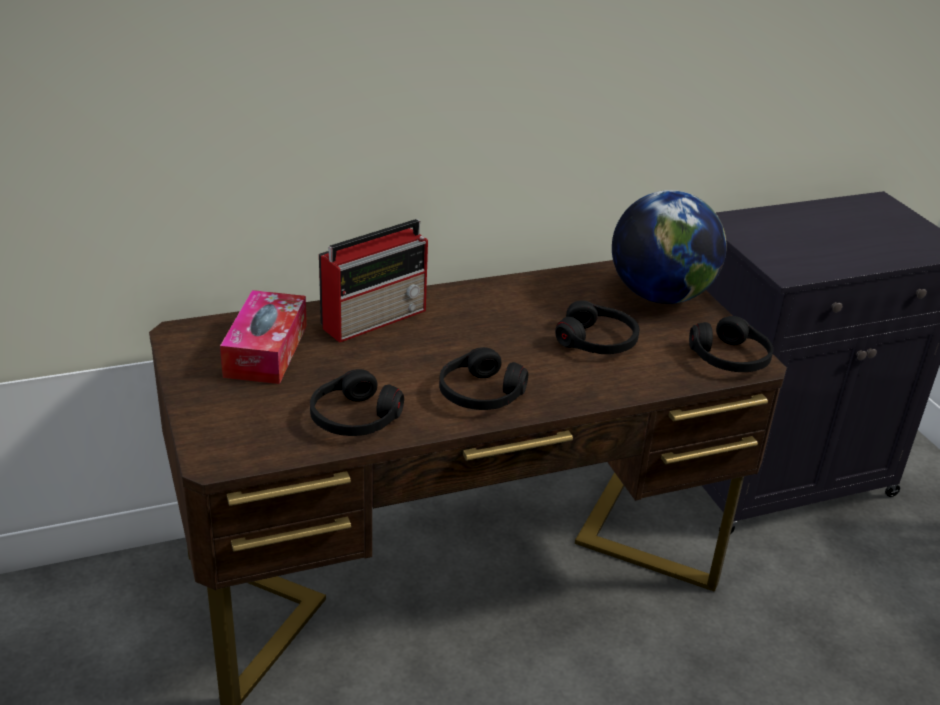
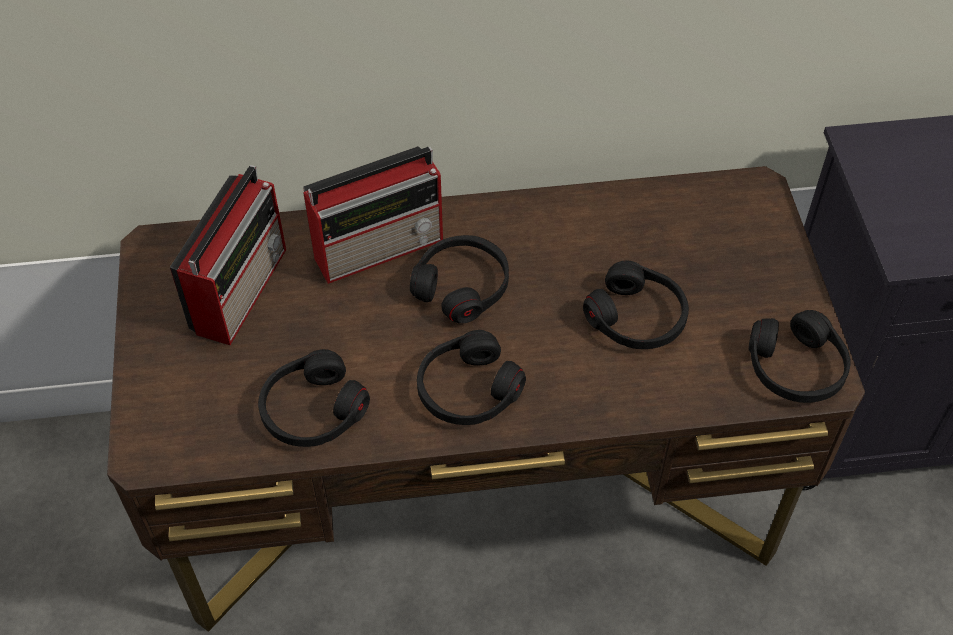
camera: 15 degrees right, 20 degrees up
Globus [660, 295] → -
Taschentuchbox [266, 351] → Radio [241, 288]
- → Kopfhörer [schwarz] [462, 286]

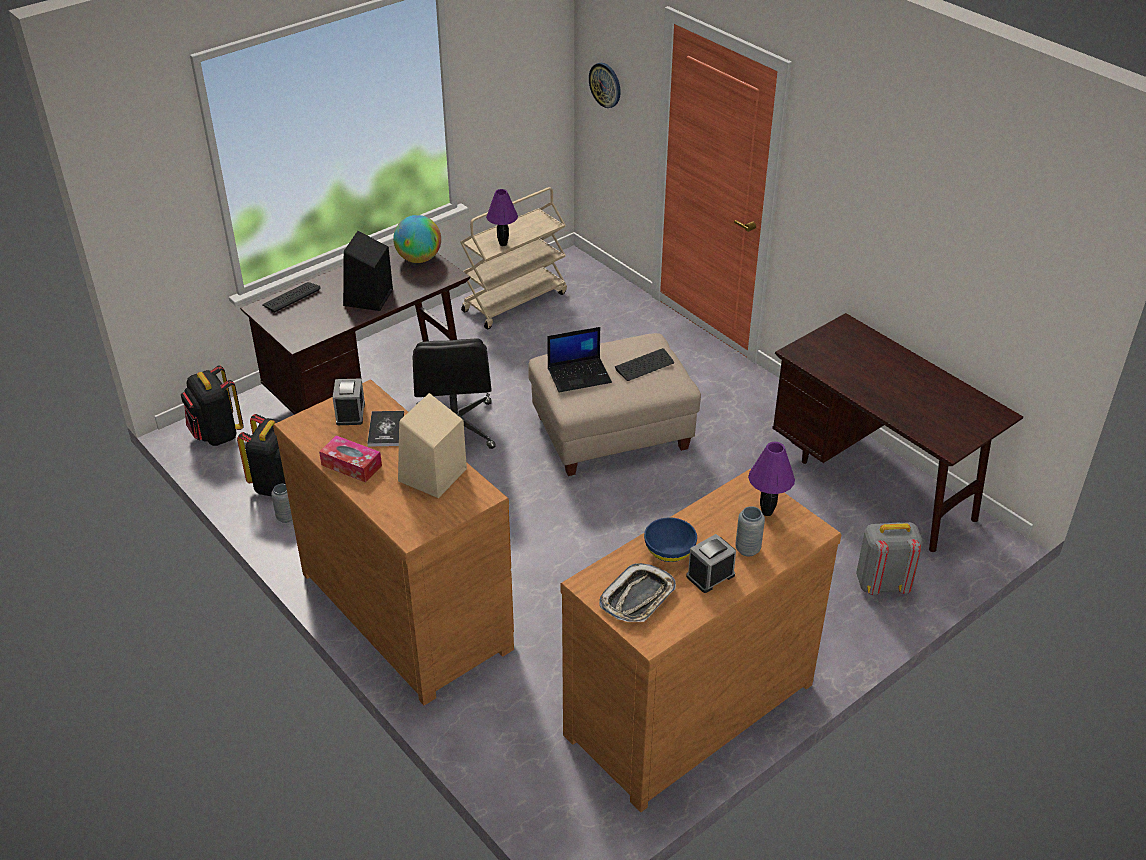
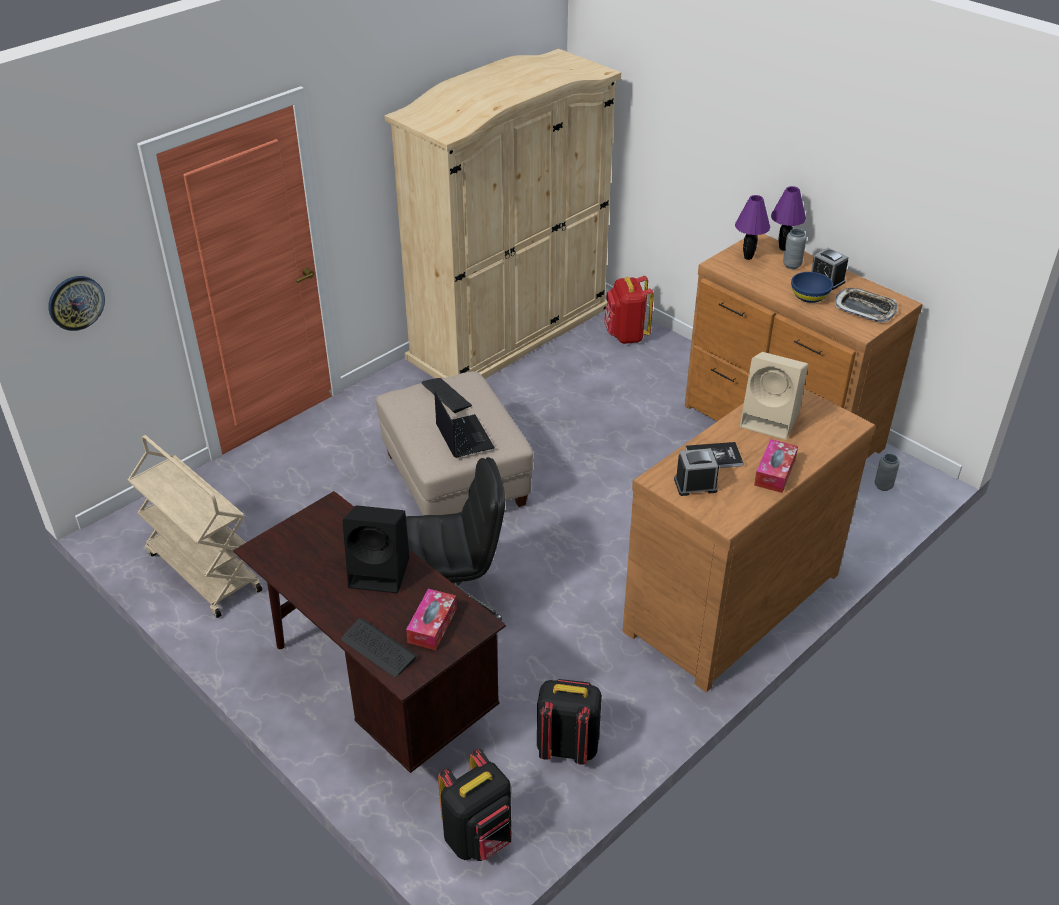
camera: 95 degrees left, 0 degrees up
Tischlampe [lila] [503, 244] → Tischlampe [lila] [783, 248], move
Globus [419, 259] → -
Schreibtisch [braun] [876, 482] → Kleiderschrank [beige] [509, 332]
Vase [grau] [286, 517] → Vase [grau] [883, 486], move
Rucksack [grau] [882, 584] → Rucksack [rot] [626, 335]
- → Taschentuchbox [432, 625]

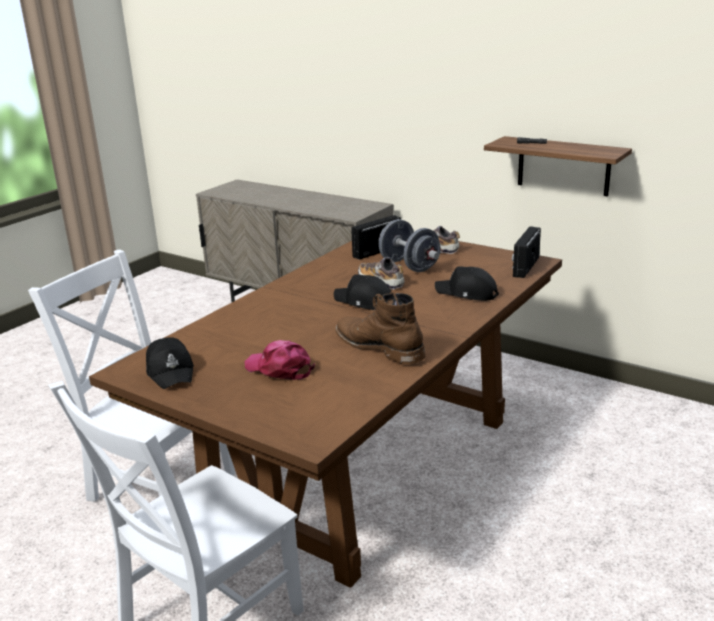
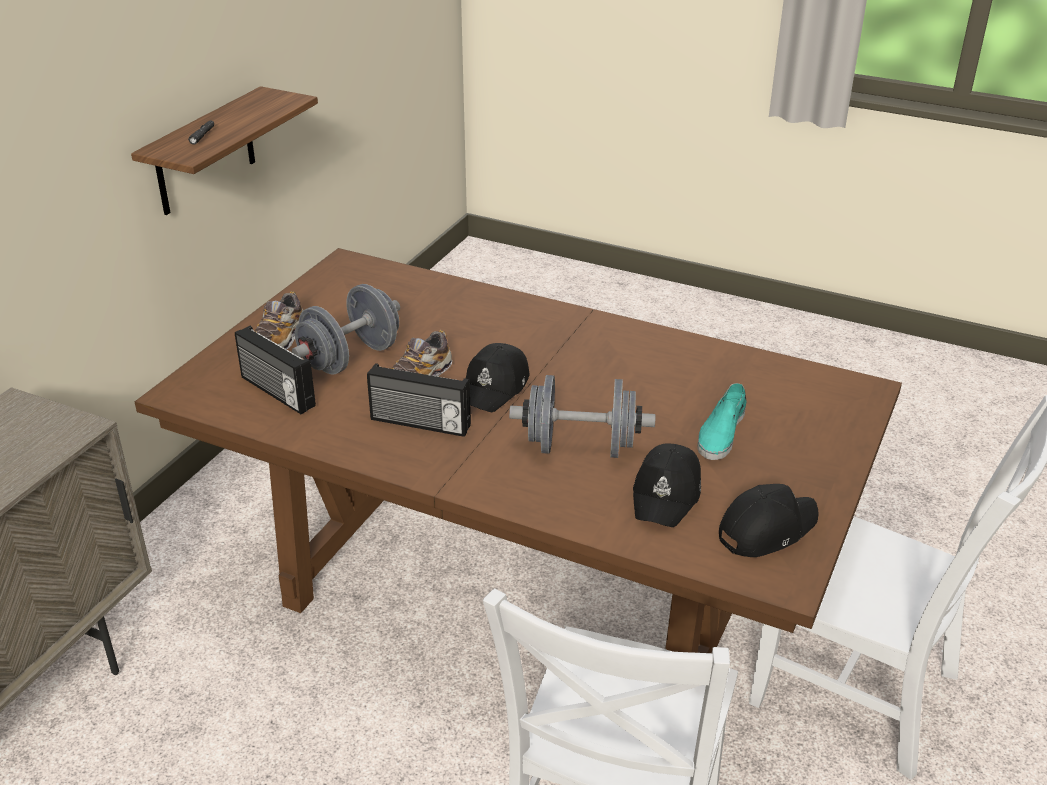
camera: 100 degrees left, 10 degrees up
Radio [524, 267] → Radio [419, 424], move
Kappe [schwarz] [466, 293] → Kappe [schwarz] [667, 494], move
Stiefel [braun] [379, 346] → -
Kappe [rosa] [279, 369] → Schuh [türkis] [721, 433]
- → Hantel [grau] [580, 447]

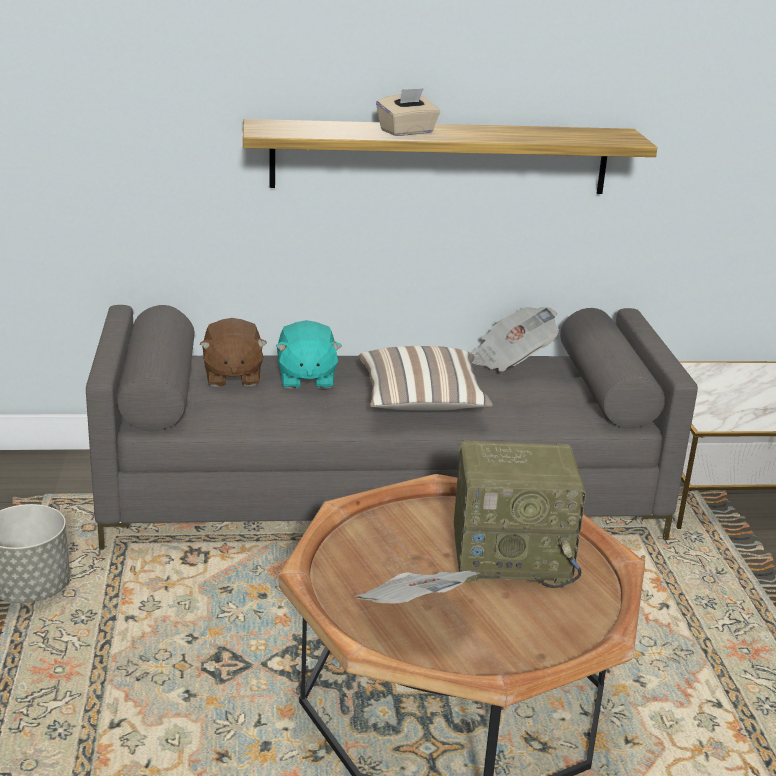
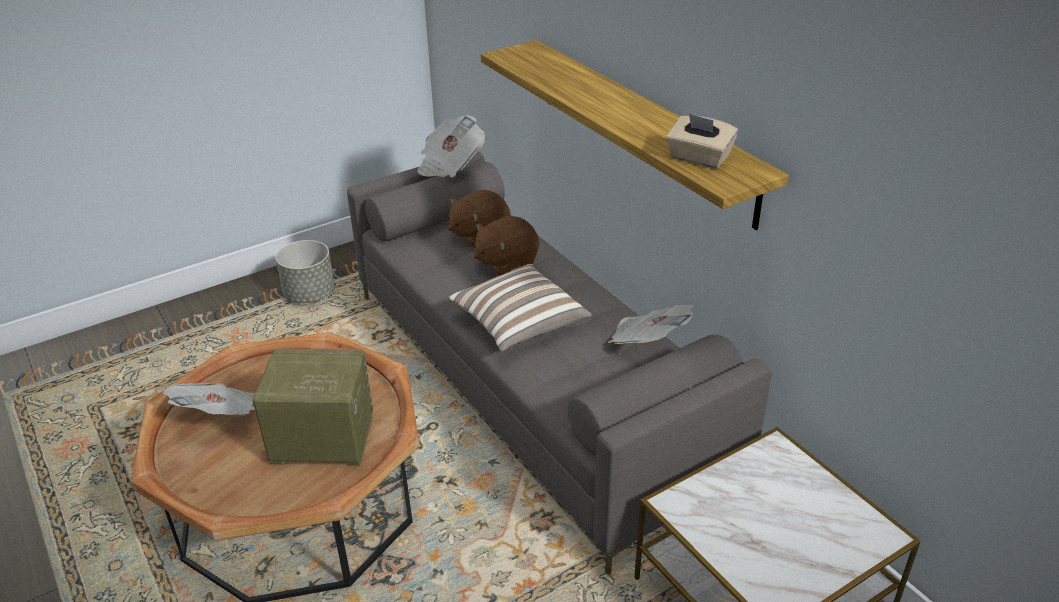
camera: 65 degrees right, 10 degrees up
Taschentuchbox [beige] [407, 132] → Taschentuchbox [beige] [699, 158], move
Plüschtier [türkis] [306, 379] → Plüschtier [braun] [506, 262]
Radio [513, 556] → Radio [320, 441], 120 degrees clockwise
- → Zeitung [450, 164]

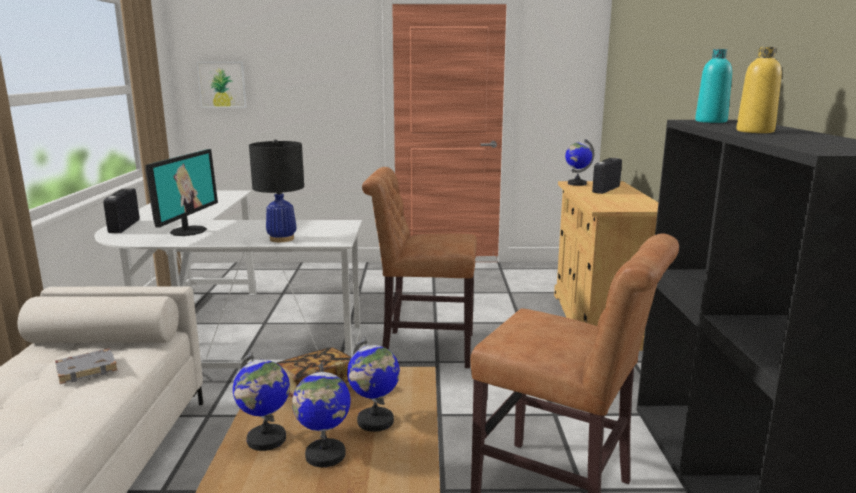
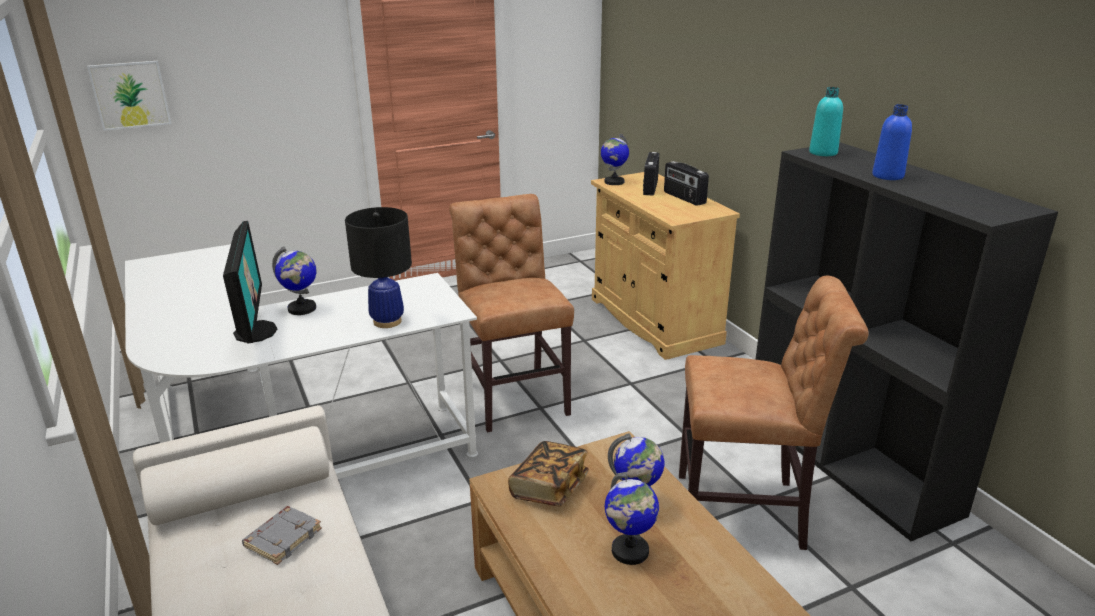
camera: 25 degrees left, 10 degrees up
Flasche [gelb] [755, 131] → Flasche [blau] [887, 176]
Stuhl [braun] [422, 348] → Stuhl [braun] [513, 395], 90 degrees clockwise
Radio [123, 226] → Radio [684, 198], move
Globus [266, 439] → Globus [302, 309], move

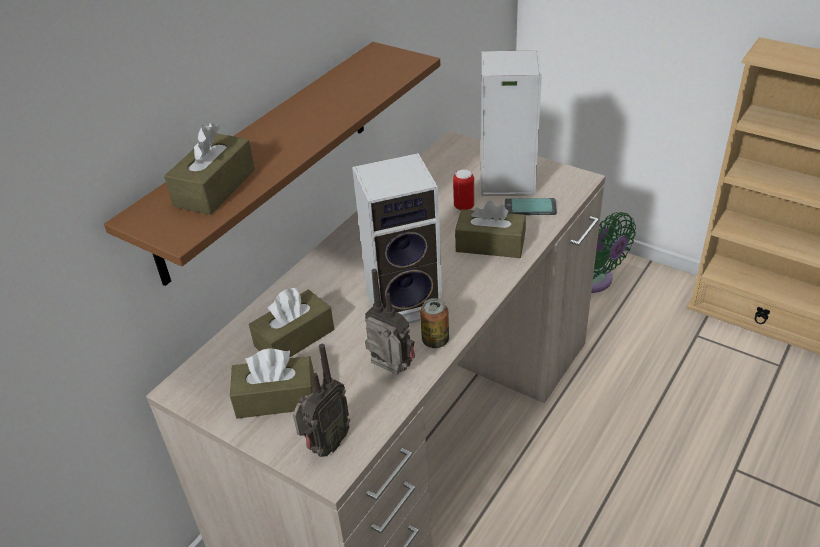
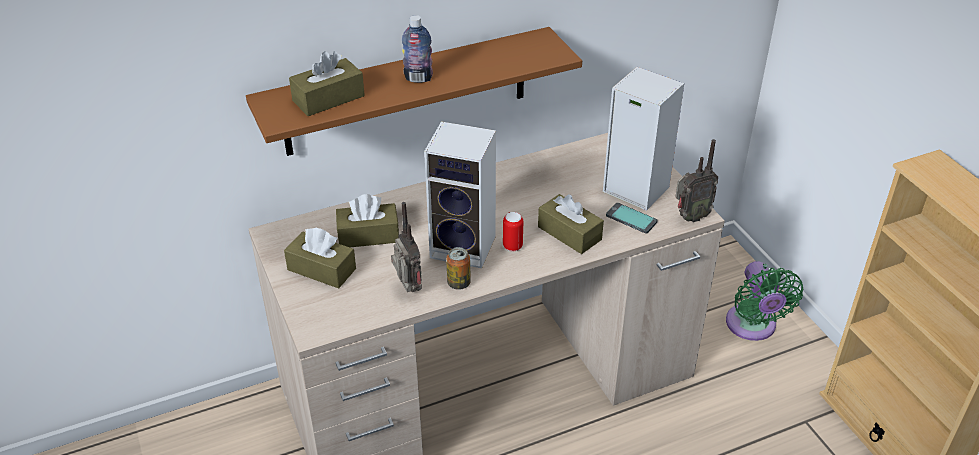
camera: 30 degrees right, 0 degrees up
Dose [464, 207] → Dose [512, 246], move
Radio [325, 446] → Radio [690, 217], move
- → Flasche [418, 78]

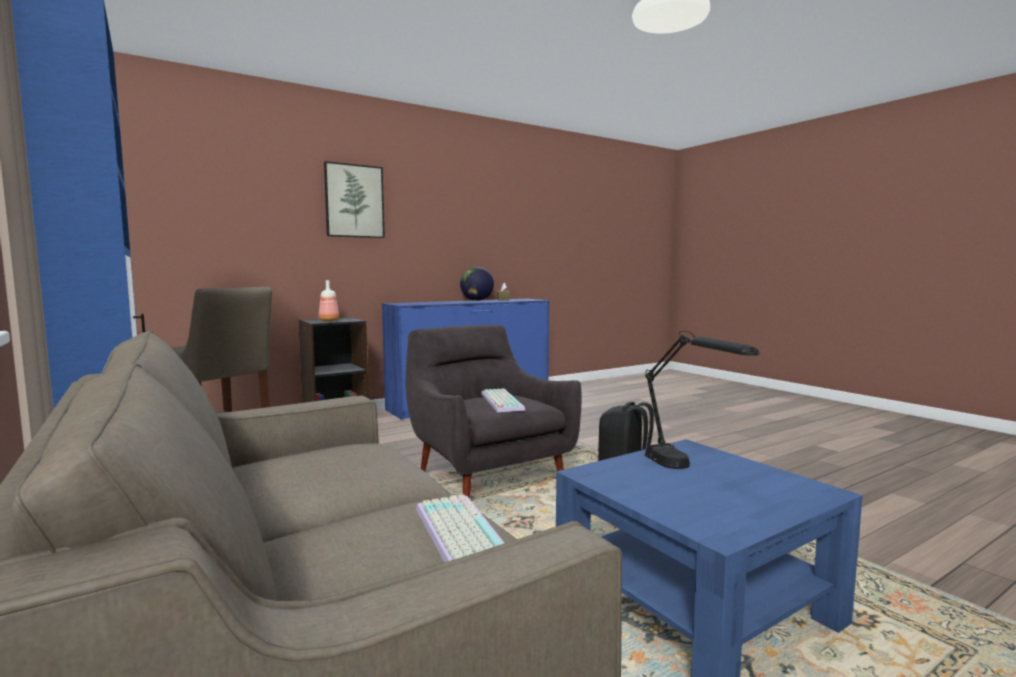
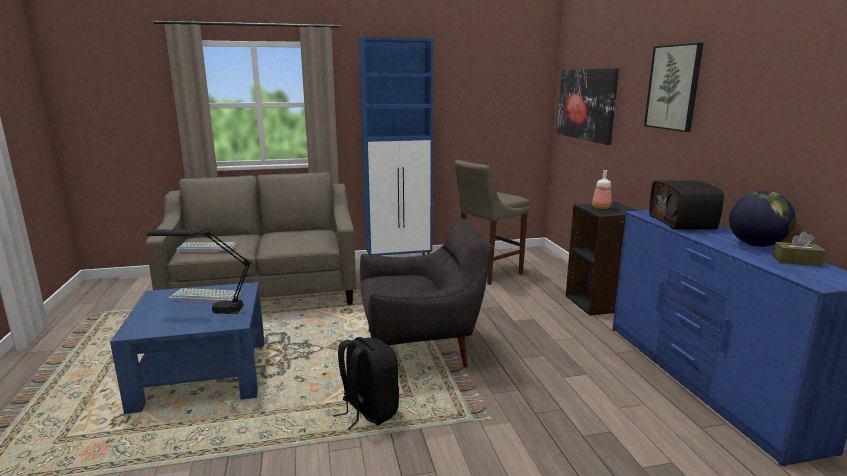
camera: 110 degrees right, 10 degrees up
Tastatur [500, 401] → Tastatur [207, 296], move
- → Bild [586, 104]
- → Radio [683, 222]

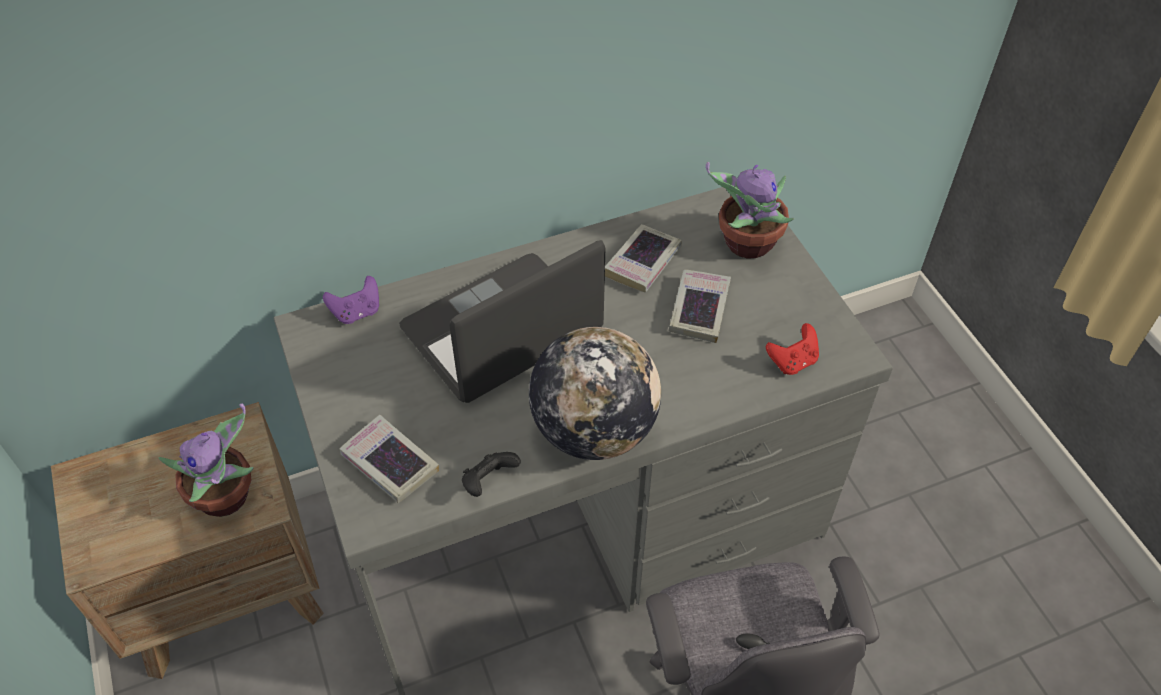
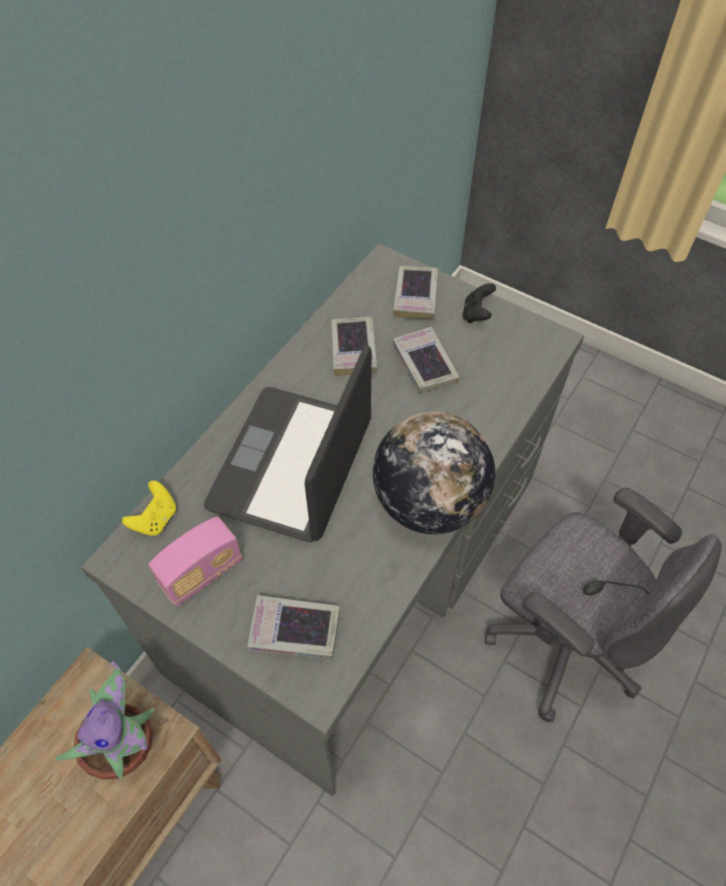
camera: 35 degrees left, 5 degrees up
Topfpflanze [746, 244] → Buch [416, 296]
Gamepad [lila] [357, 312] → Gamepad [gelb] [155, 519]
Gamepad [rot] [792, 361] → -
Gamepad [schwarz] [489, 482] → Gamepad [schwarz] [476, 314], move
- → Radio [202, 573]

